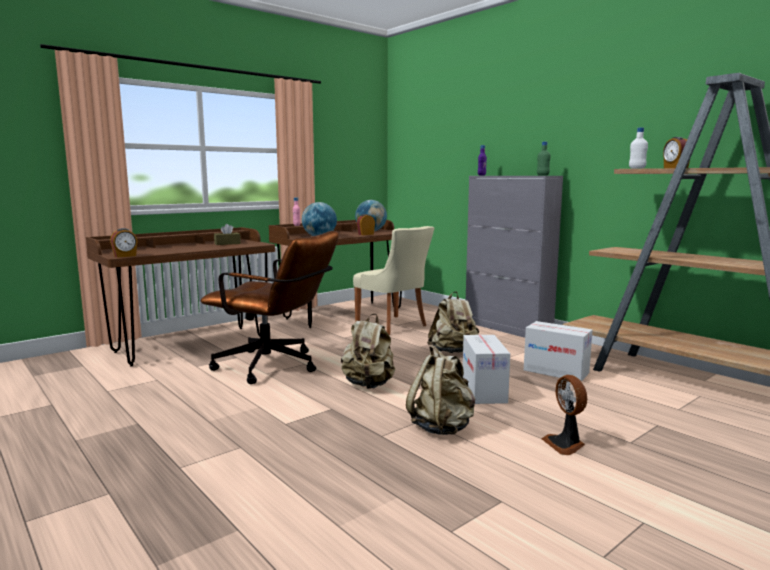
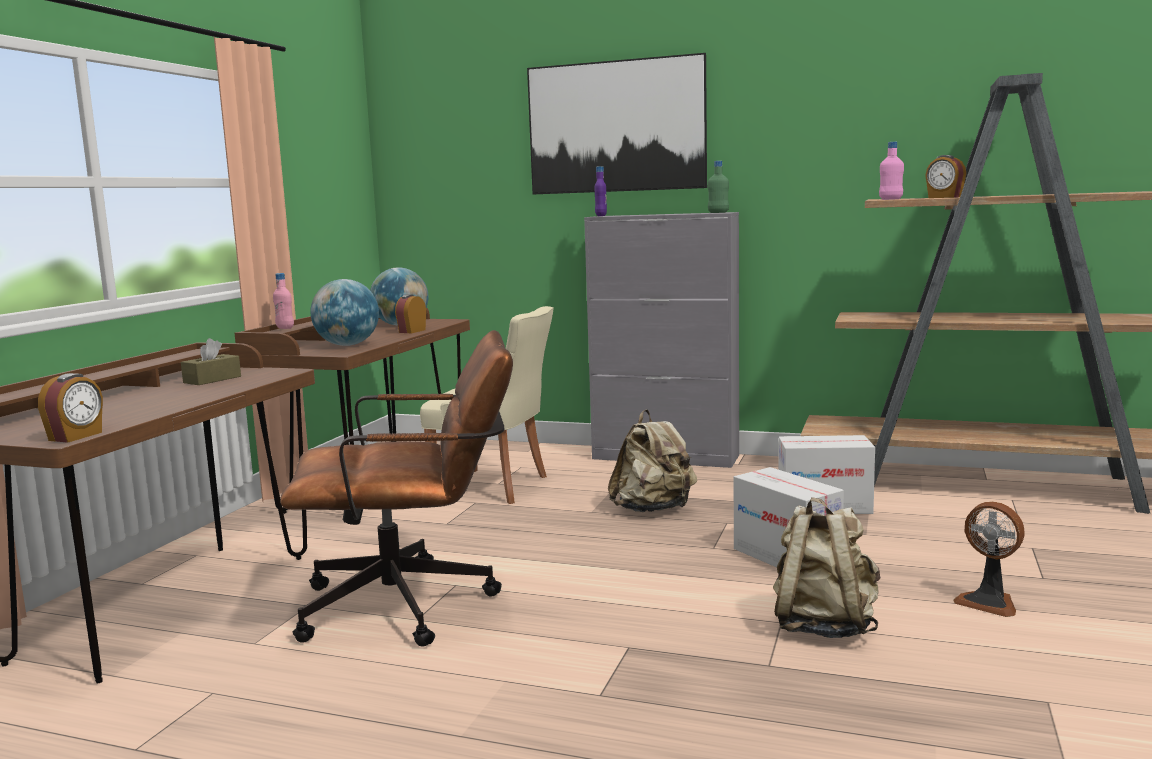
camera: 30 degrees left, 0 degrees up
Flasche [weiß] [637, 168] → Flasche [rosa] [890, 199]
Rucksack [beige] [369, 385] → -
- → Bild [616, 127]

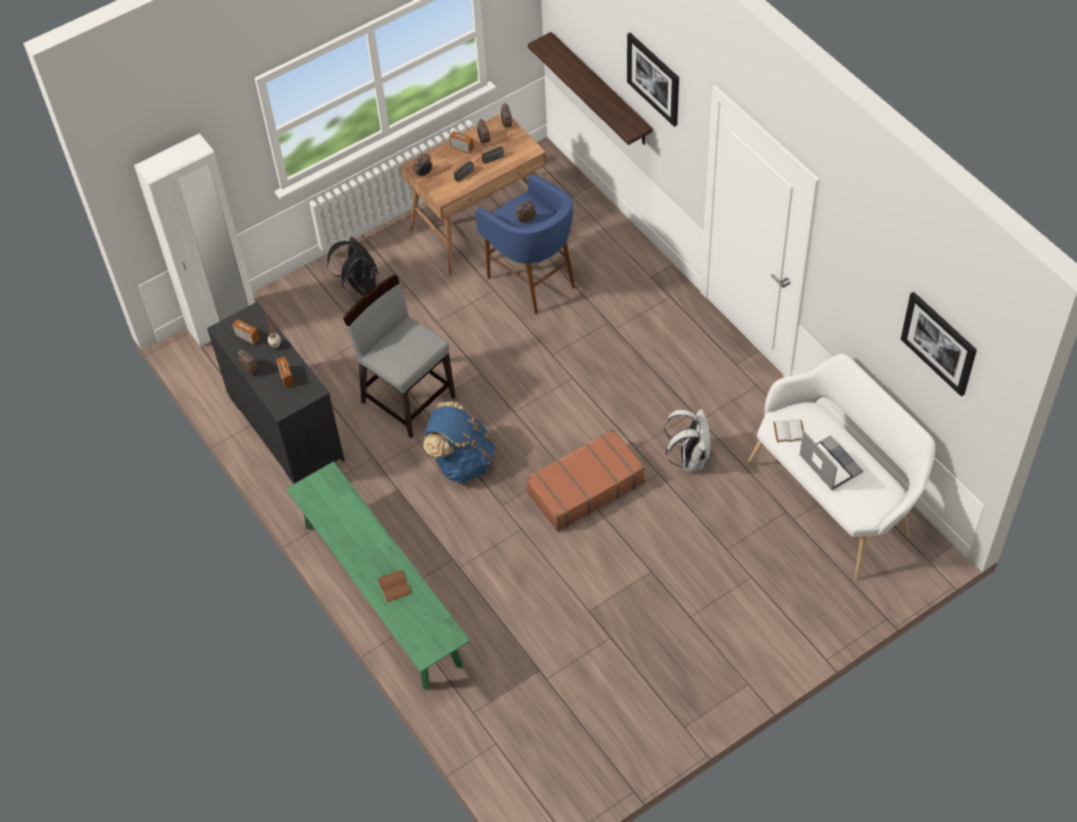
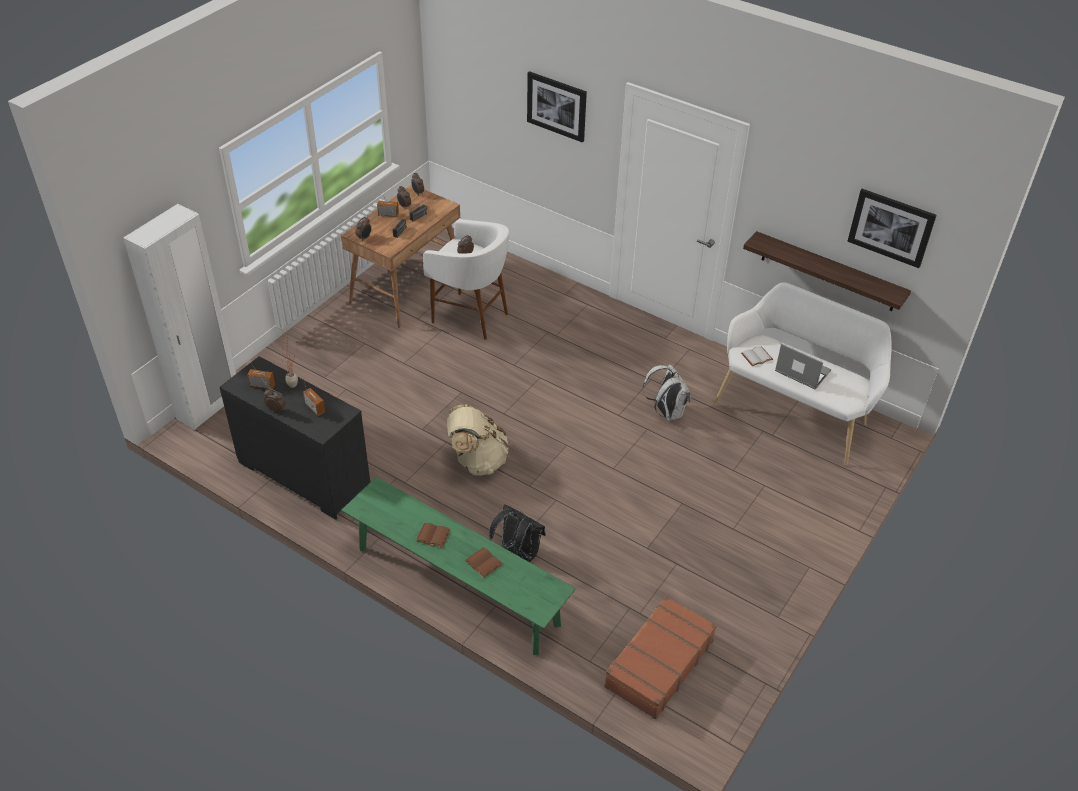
camera: 25 degrees left, 10 degrees down
Wandregal [600, 90] → Wandregal [828, 272], move
Hocker [blau] [533, 281] → Hocker [weiß] [471, 317]
Rucksack [schwarz] [359, 285] → Rucksack [schwarz] [517, 554], move
Stuhl [grau] [408, 398] → -
Rucksack [blau] [462, 461] → Rucksack [beige] [477, 461]
Koffer [braun] [584, 487] → Koffer [braun] [658, 663], move
- → Buch [braun] [432, 536]

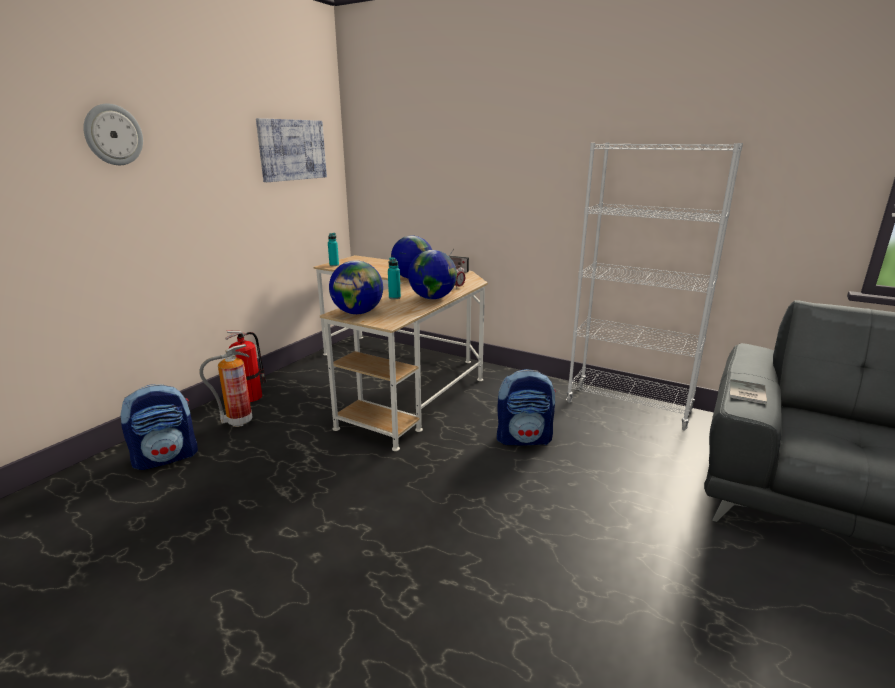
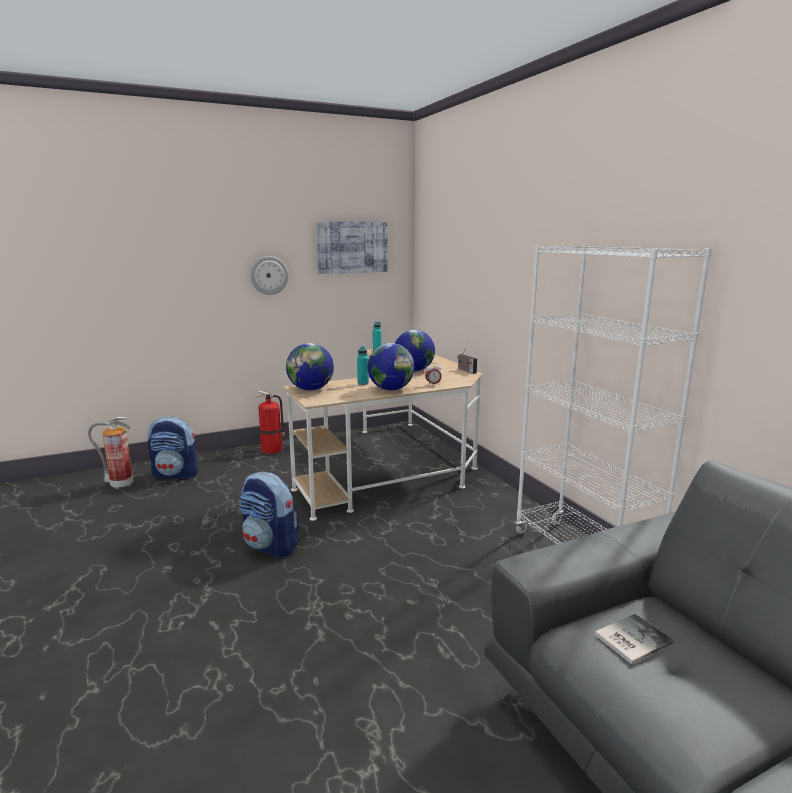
camera: 35 degrees right, 5 degrees down
Wanduhr [113, 135] → Wanduhr [269, 275], move
Feuerlöscher [238, 422] → Feuerlöscher [120, 484], move
Rucksack [524, 439] → Rucksack [271, 546], move
Buch [745, 392] → Buch [630, 638], move

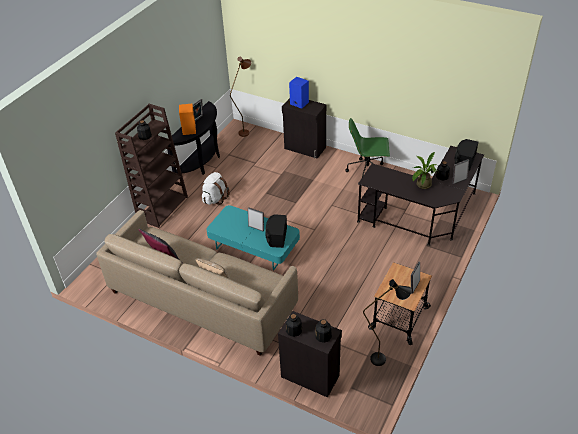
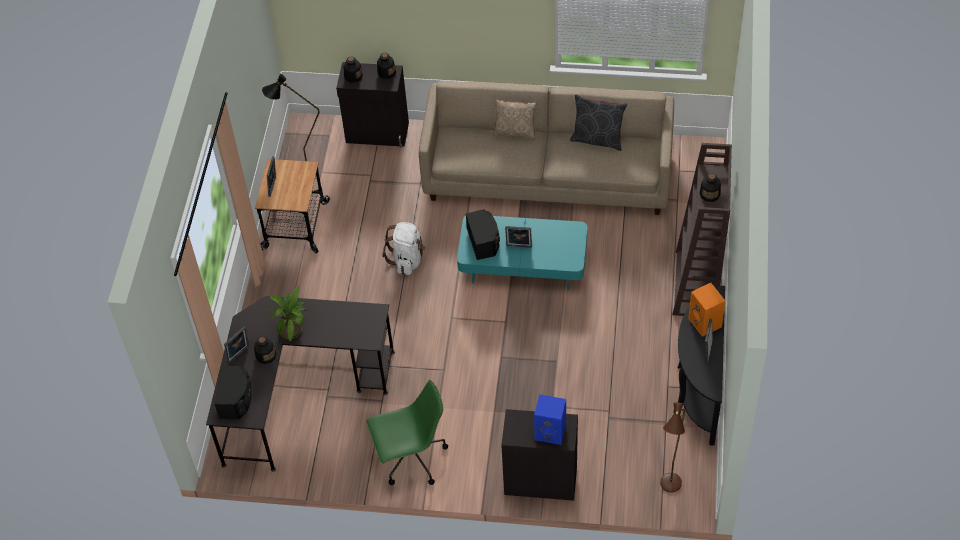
camera: 160 degrees right, 10 degrees up
Rucksack [weiß] [215, 198] → Rucksack [weiß] [407, 259], move

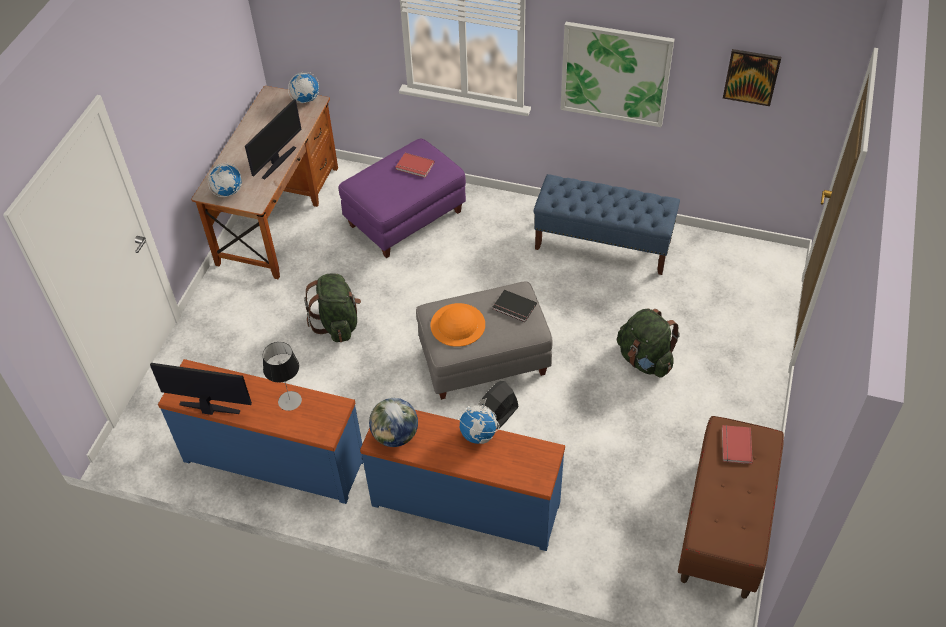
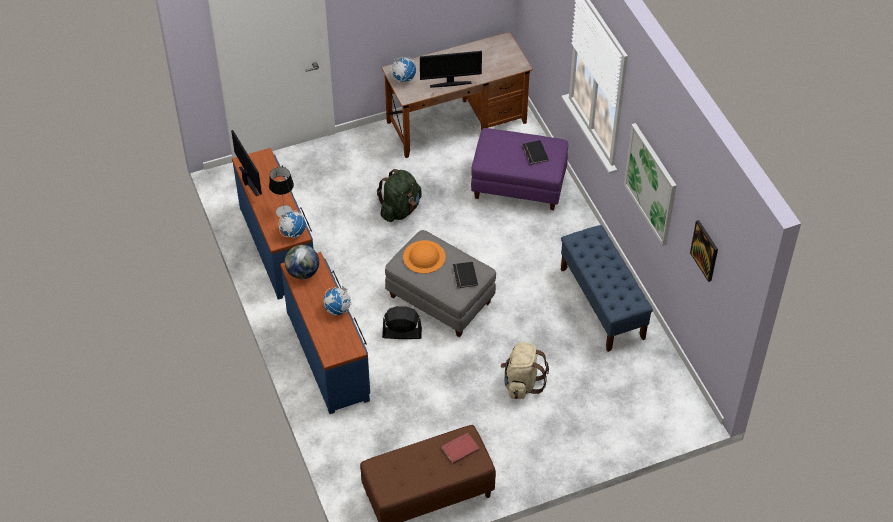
camera: 50 degrees right, 0 degrees up
Globus [305, 99] → Globus [293, 232], move
Buch [rot] [414, 167] → Buch [schwarz] [534, 153]
Rucksack [grün] [645, 360] → Rucksack [beige] [522, 383]

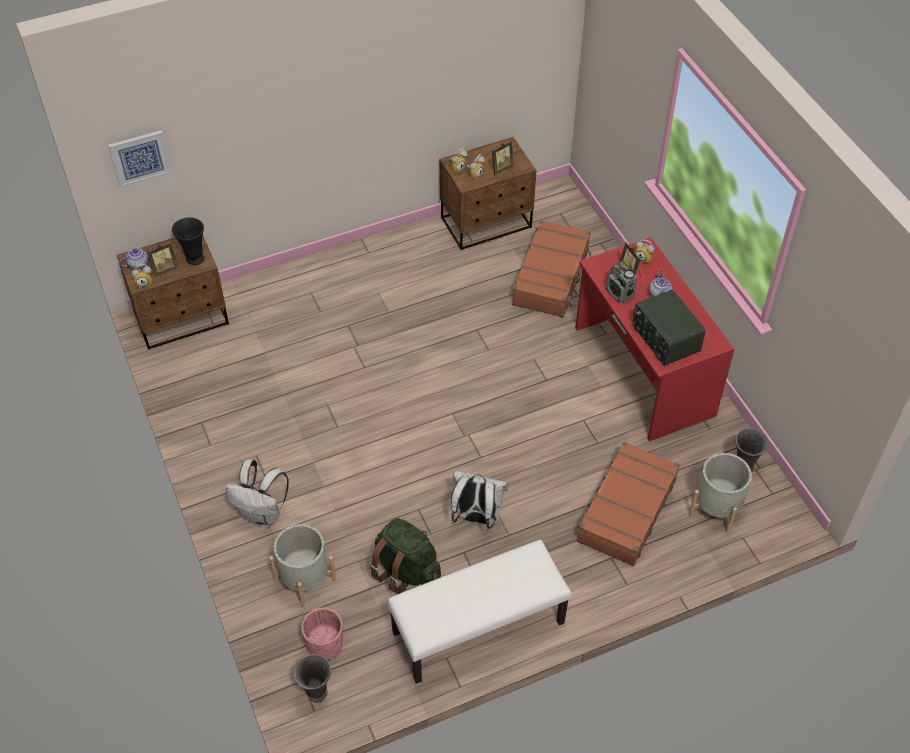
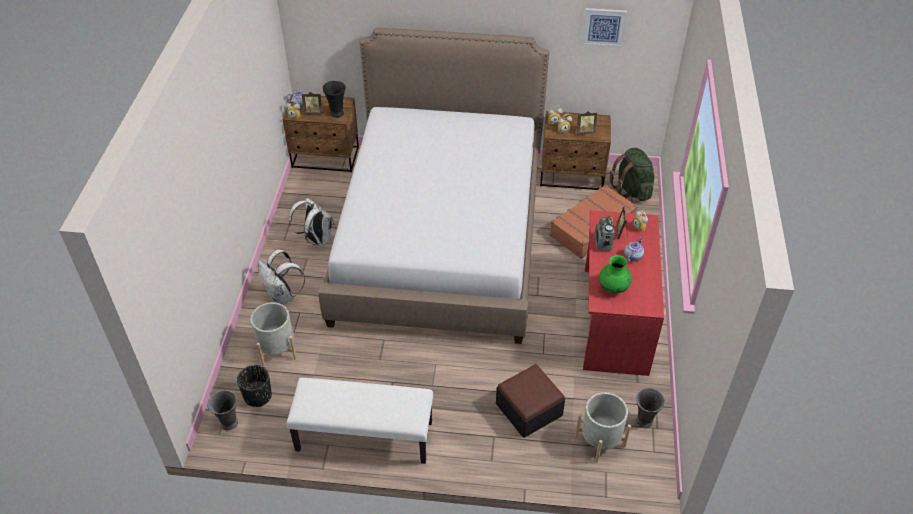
camera: 30 degrees right, 5 degrees down
Bild [140, 158] → Bild [604, 27], move
Radio [664, 339] → Vase [grün] [613, 288]
Koffer [braun] [625, 510] → Polsterhocker [529, 409]
Rucksack [weiß] [476, 517] → Rucksack [weiß] [316, 239], move
Rucksack [grün] [406, 570] → Rucksack [grün] [632, 190], move
Pflanzkübel [rosa] [325, 644] → Pflanzkübel [schwarz] [258, 396]
- → Bett [440, 237]

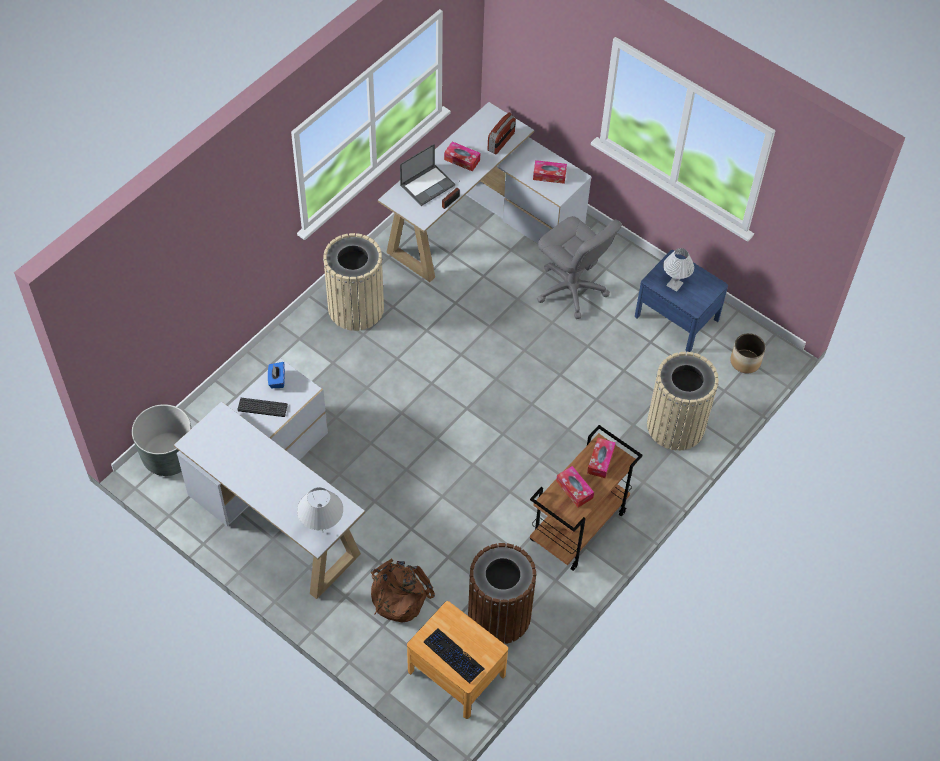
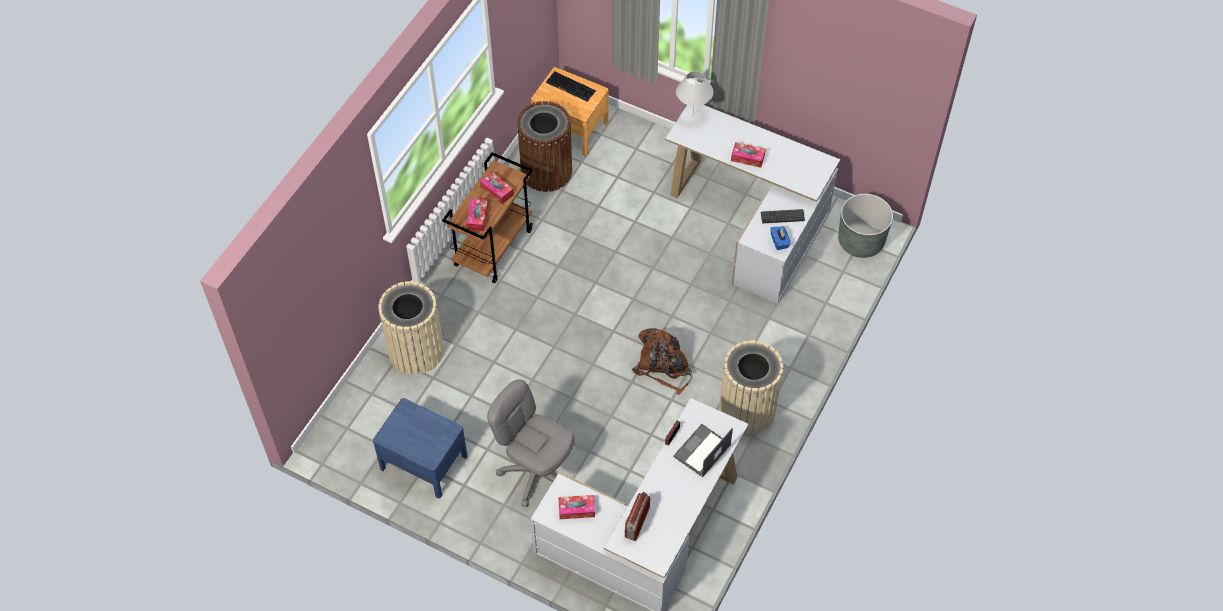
camera: 170 degrees right, 0 degrees up
Taschentuchbox [462, 160] → Taschentuchbox [747, 158], move
Tischlampe [weiß] [675, 284] → -
Pflanzkübel [745, 361] → -
Rucksack [braun] [398, 595] → Rucksack [braun] [663, 367], move

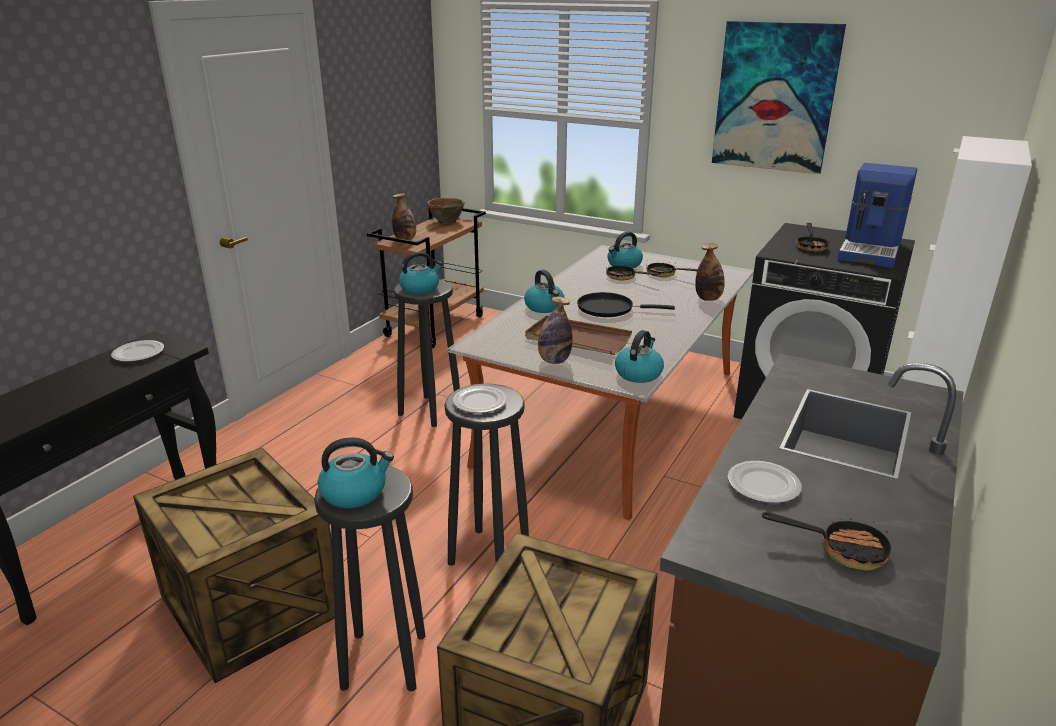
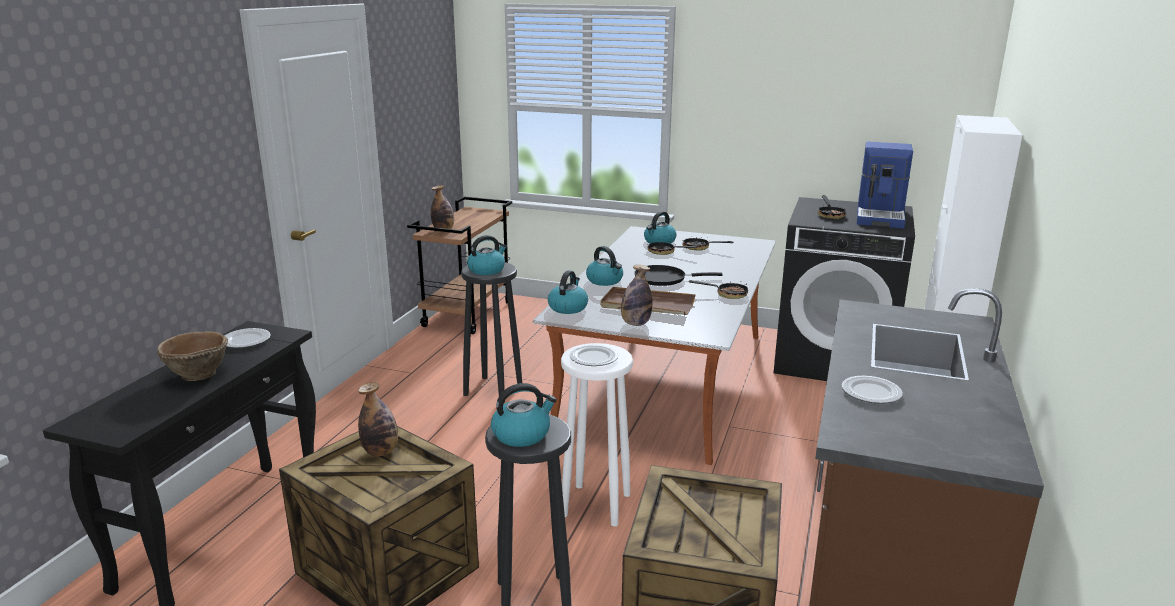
camera: 10 degrees left, 5 degrees down
Bild [775, 97] → -
Schüssel [braun] [446, 221] → Schüssel [braun] [197, 374], move
Flasche [708, 299] → Flasche [381, 451], move
Wasserkessel [638, 373] → Wasserkessel [568, 307], move
Hocker [schwarz] [488, 554] → Hocker [weiß] [595, 504]
Pfanne [841, 549] → Pfanne [726, 294], move

